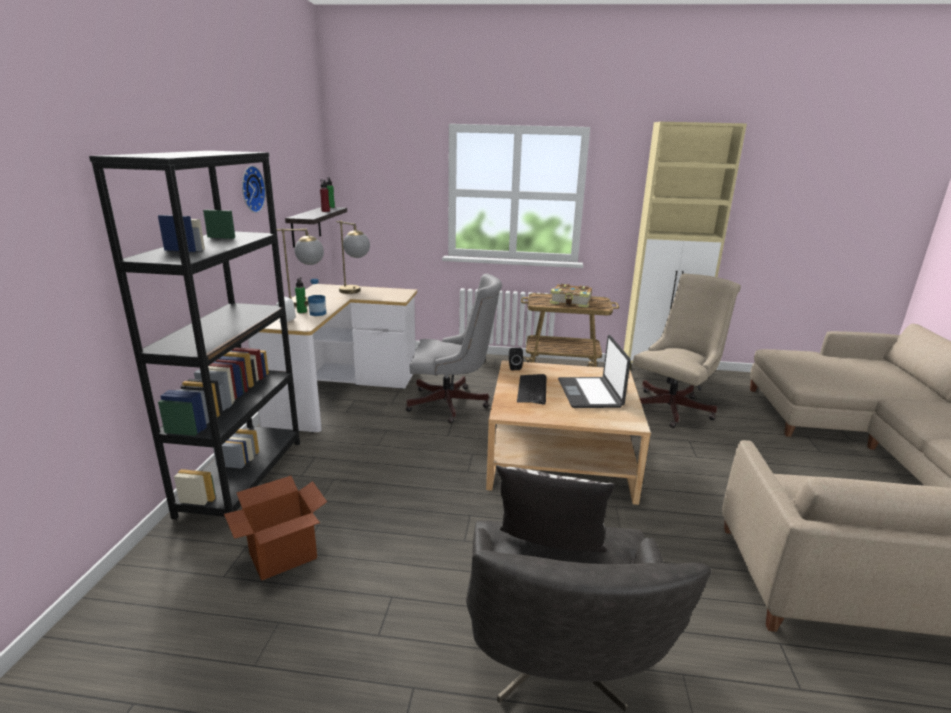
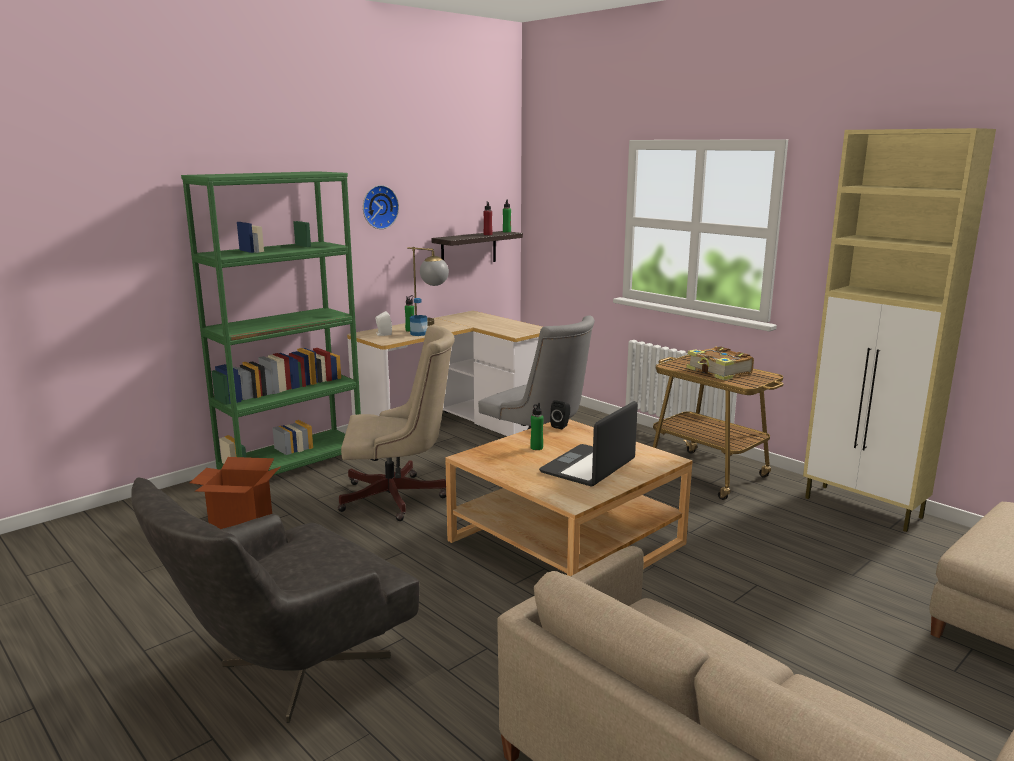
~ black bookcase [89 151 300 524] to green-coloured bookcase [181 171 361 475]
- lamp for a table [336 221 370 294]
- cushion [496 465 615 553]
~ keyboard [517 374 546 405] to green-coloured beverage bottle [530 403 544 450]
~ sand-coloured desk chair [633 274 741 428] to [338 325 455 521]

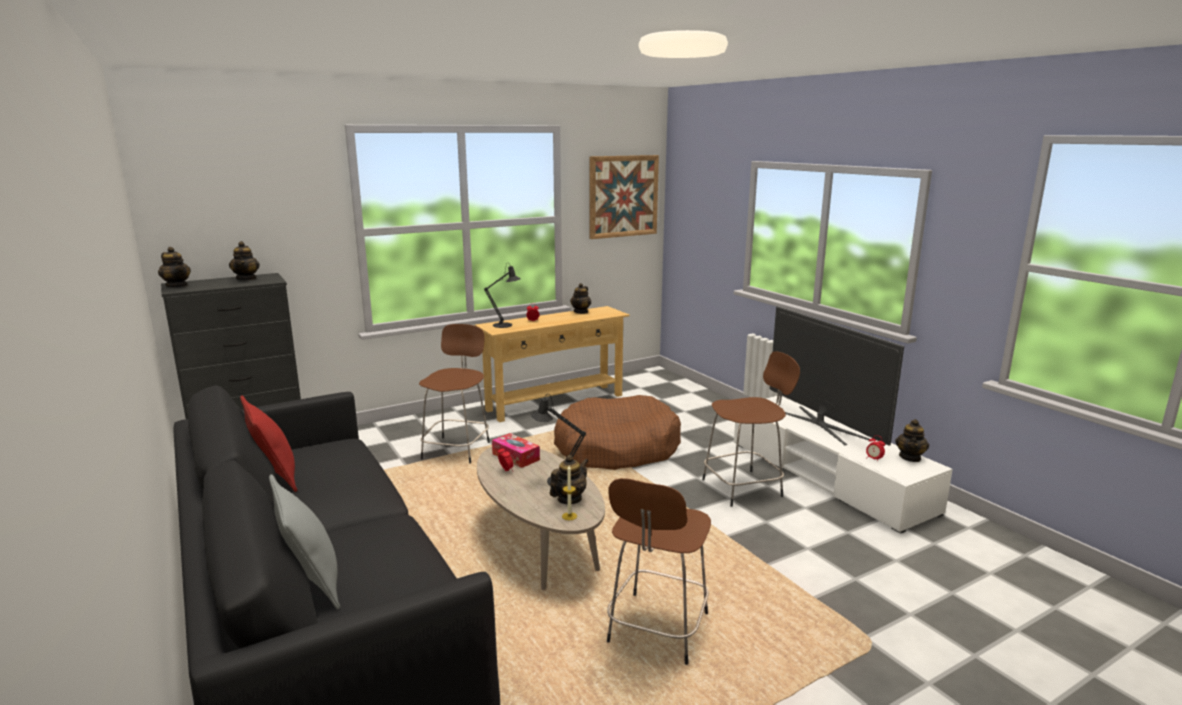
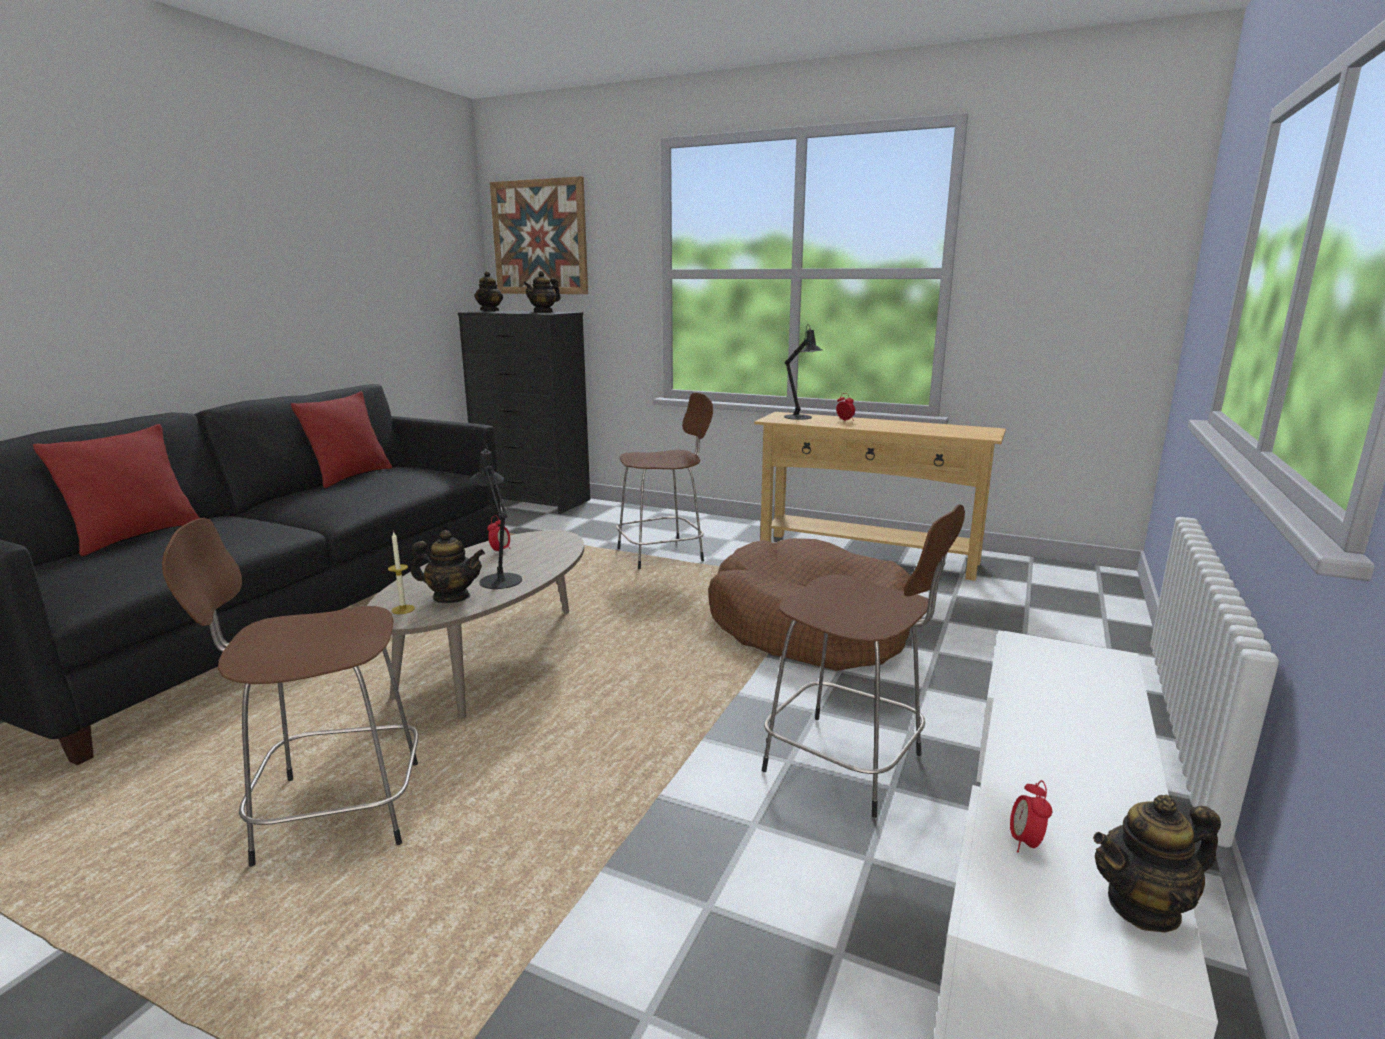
~ greyish cushion [269 474 340 610] to red cushion [33 424 200 556]
- box of tissues [492 433 540 468]
- pot for tea [570 283 591 314]
~ picture [589 155 659 239] to [490 176 588 294]
- TV set [770 306 904 445]

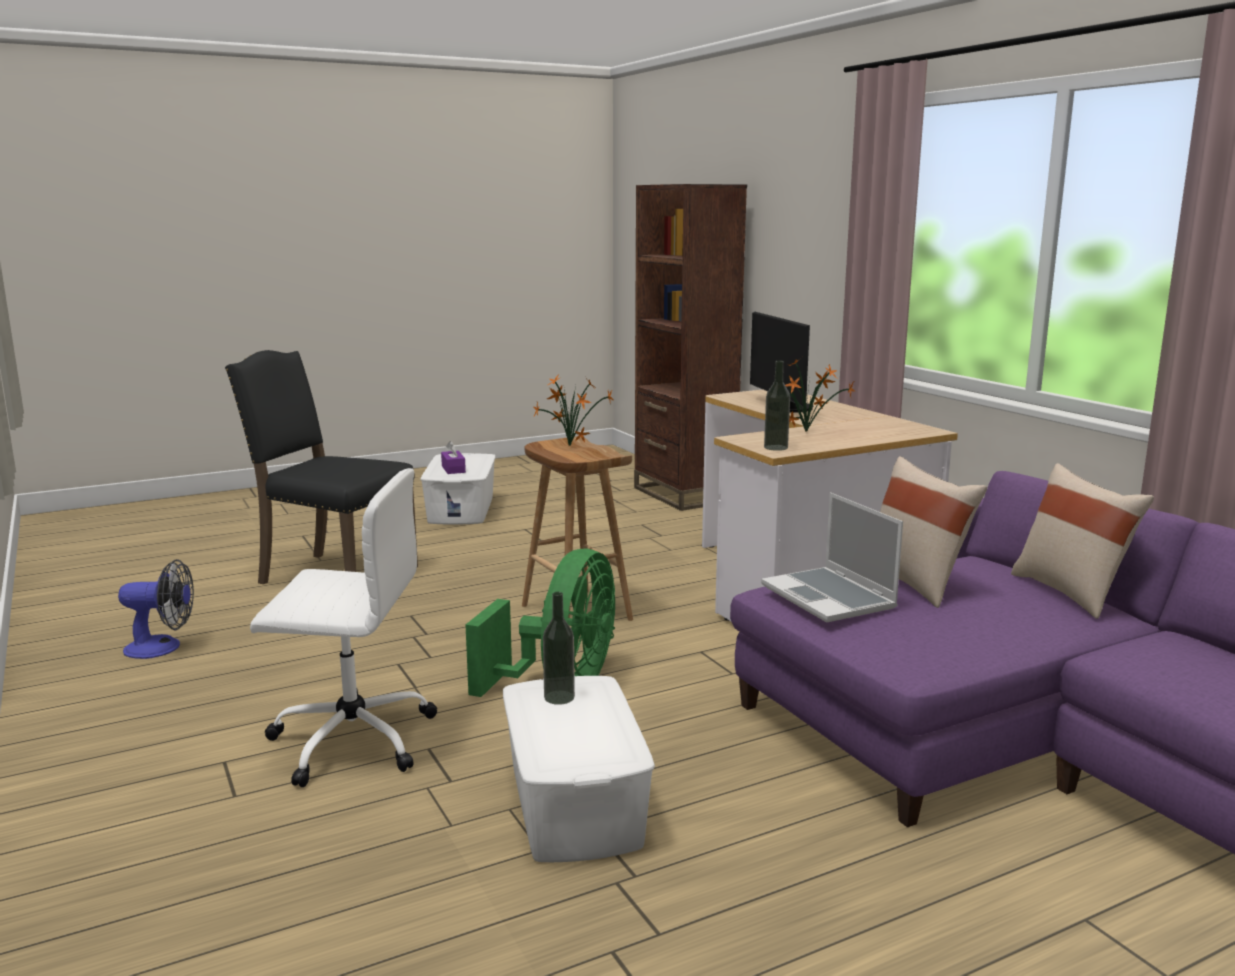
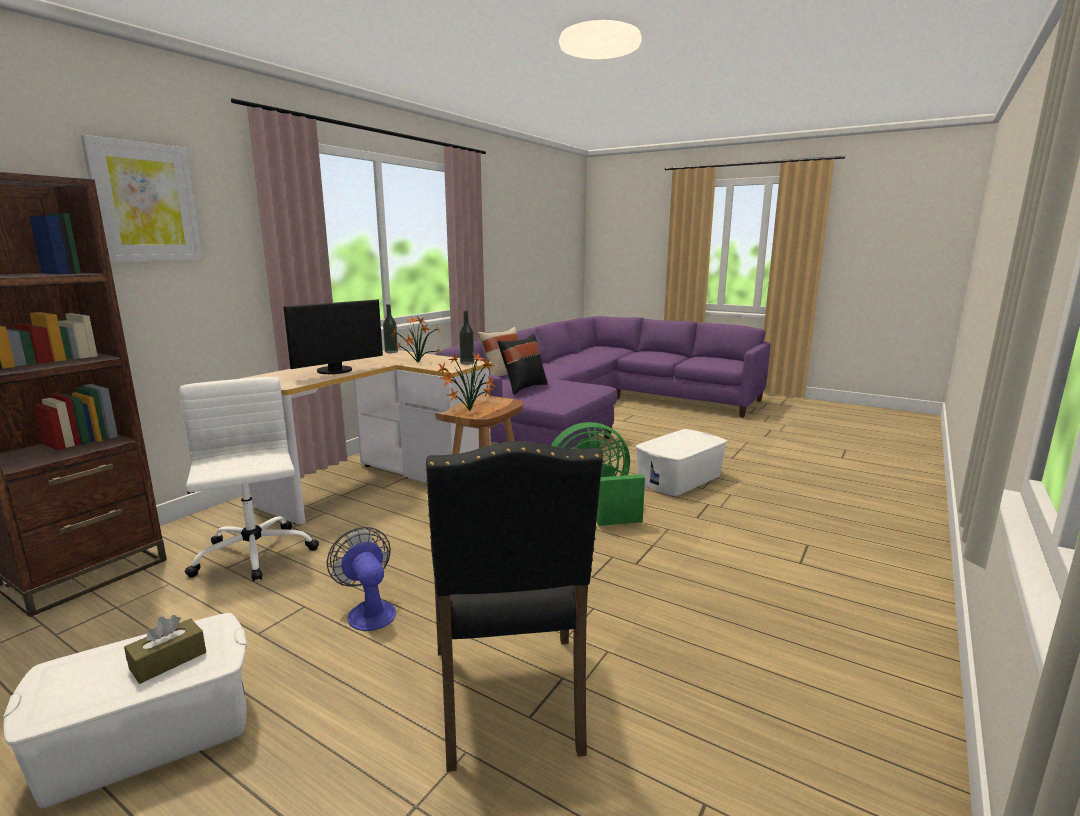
~ cooling fan [118 559 194 659] to [327 527 396 631]
~ white-coloured desk chair [250 468 437 787] to [180 377 319 582]
~ purple box of tissues [441 441 466 474] to brownish box of tissues [124 615 206 684]
~ beverage bottle [543 592 575 705] to [383 304 398 353]
- laptop [761 493 903 623]
~ sand-coloured cushion [880 456 987 608] to black cushion [497 334 548 395]
+ picture [81 135 203 262]

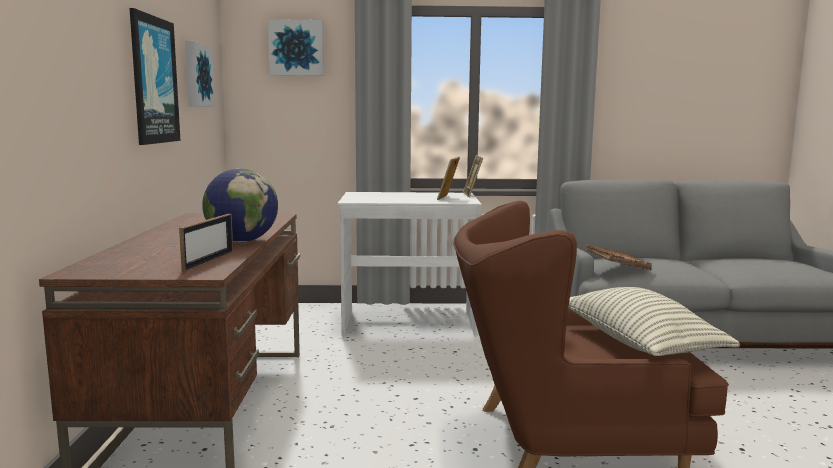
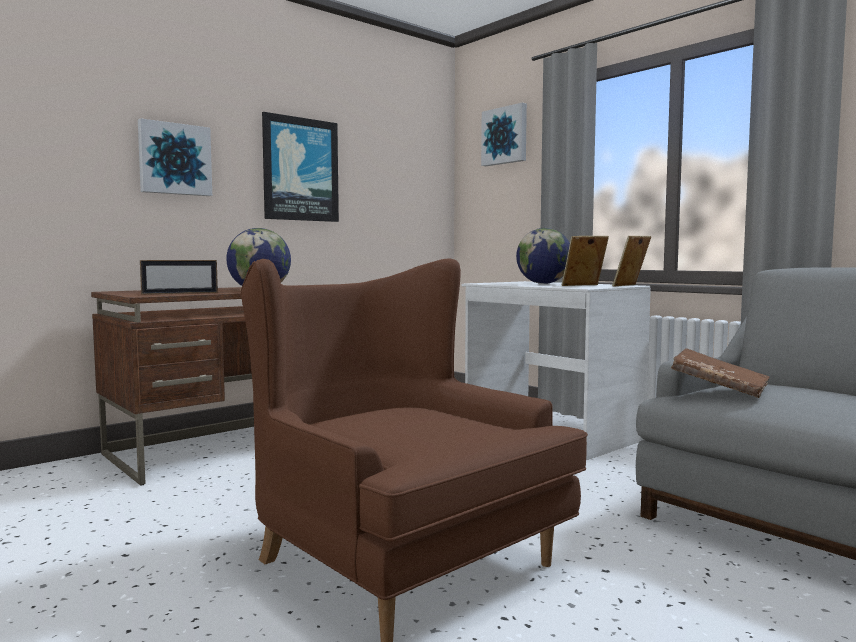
~ picture [185 41 215 107] to [138 118 212 196]
- cushion [568 287 740 356]
+ world globe [516 228 570 284]

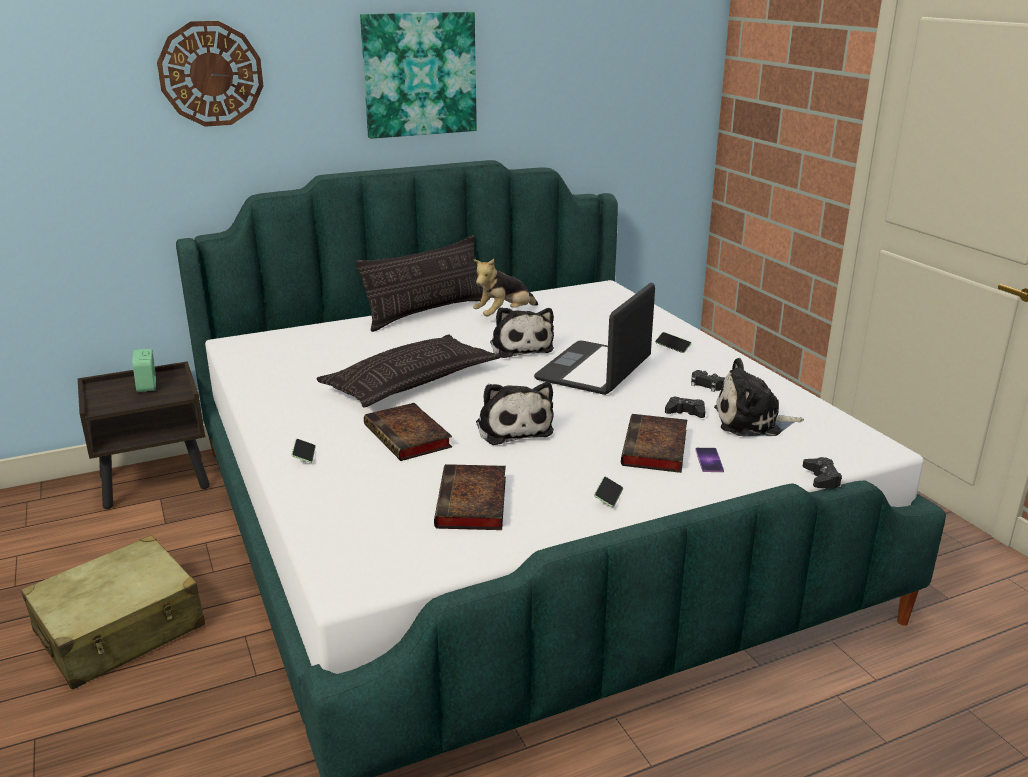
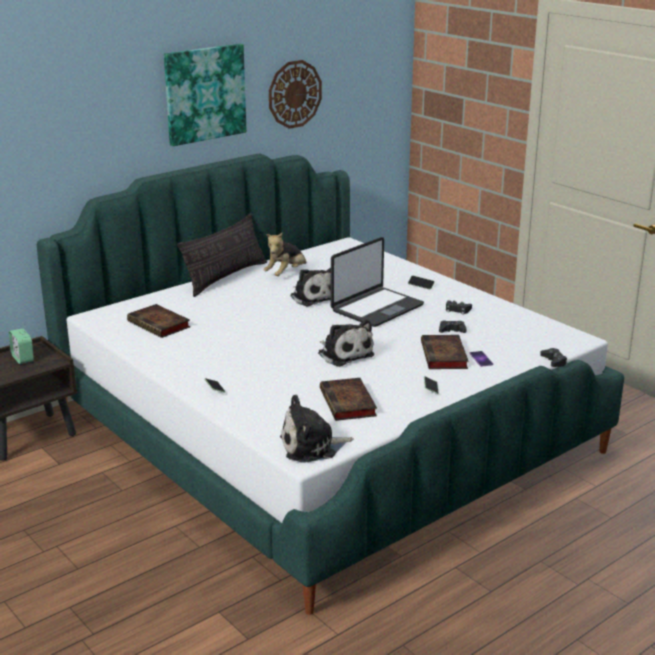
- sand-coloured suitcase [21 535 205 690]
~ wall clock [157 21 264 127] to [269 60 322 129]
- cushion [316 335 501 407]
~ book [364 403 452 461] to [127 304 190 338]
~ laptop [534 283 655 395] = [331 237 424 327] 150 degrees counterclockwise
~ soft toy [714 358 804 436] to [280 395 354 463]

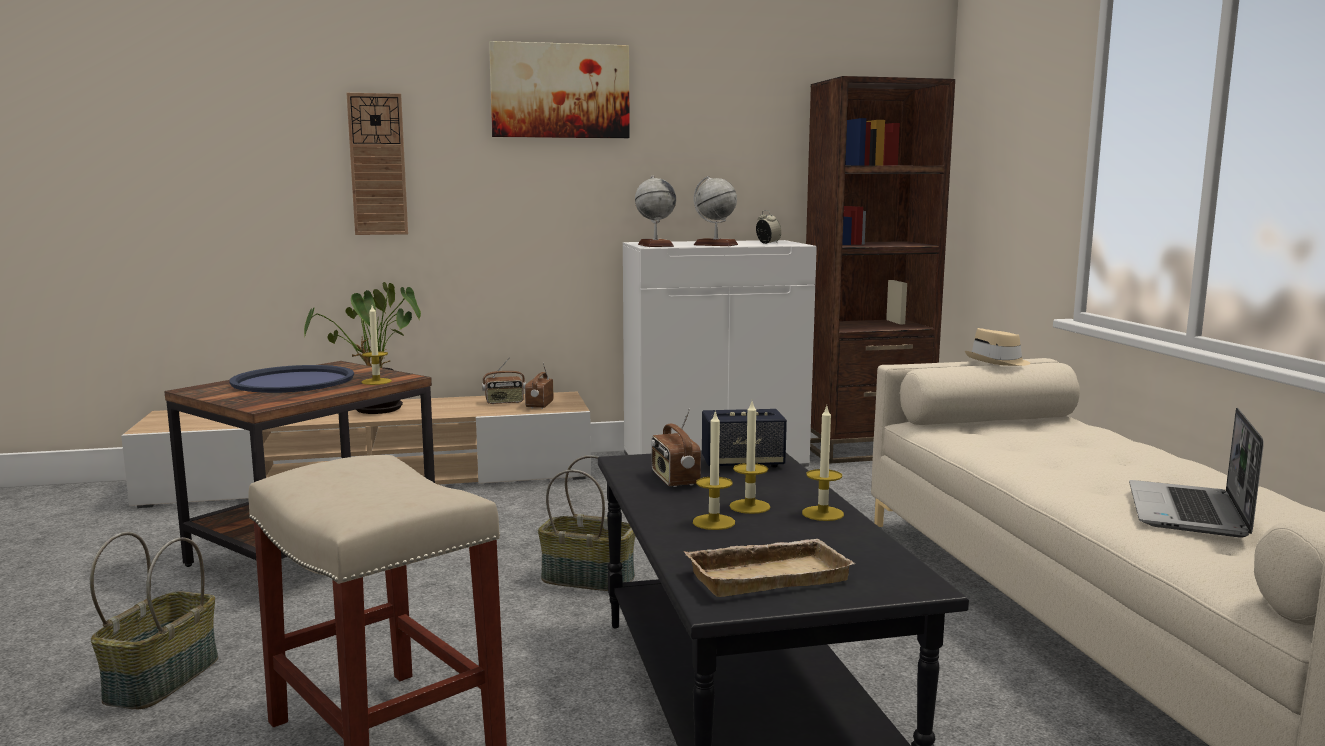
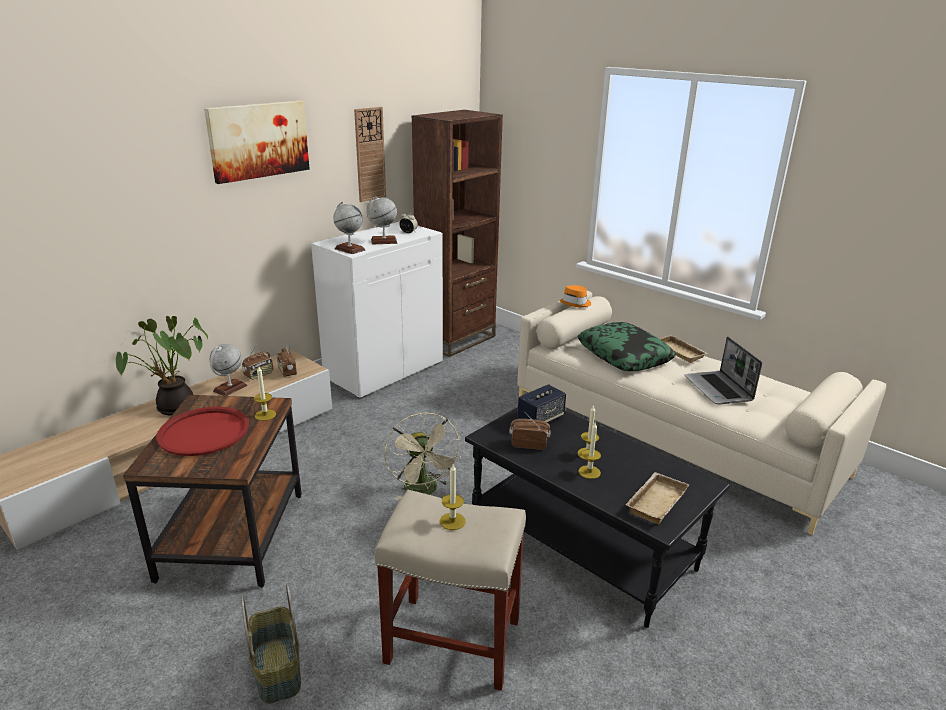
~ blue tray [229 365 354 393] to red tray [156 407 249 456]
~ wall clock [347 93 408 235] to [354 107 386 202]
~ basket [538 455 635 591] to sand-coloured cooling fan [384 413 461 500]
~ radio set [651 408 701 487] = [509 412 551 450] 150 degrees clockwise
~ wax light [802 406 844 521] to [440 464 466 530]
~ sand-coloured clothing hat [965 328 1030 366] to orange clothing hat [559 285 591 308]
+ world globe [210 344 247 396]
+ cushion [578 322 676 371]
+ sand-coloured tray [660 335 708 363]

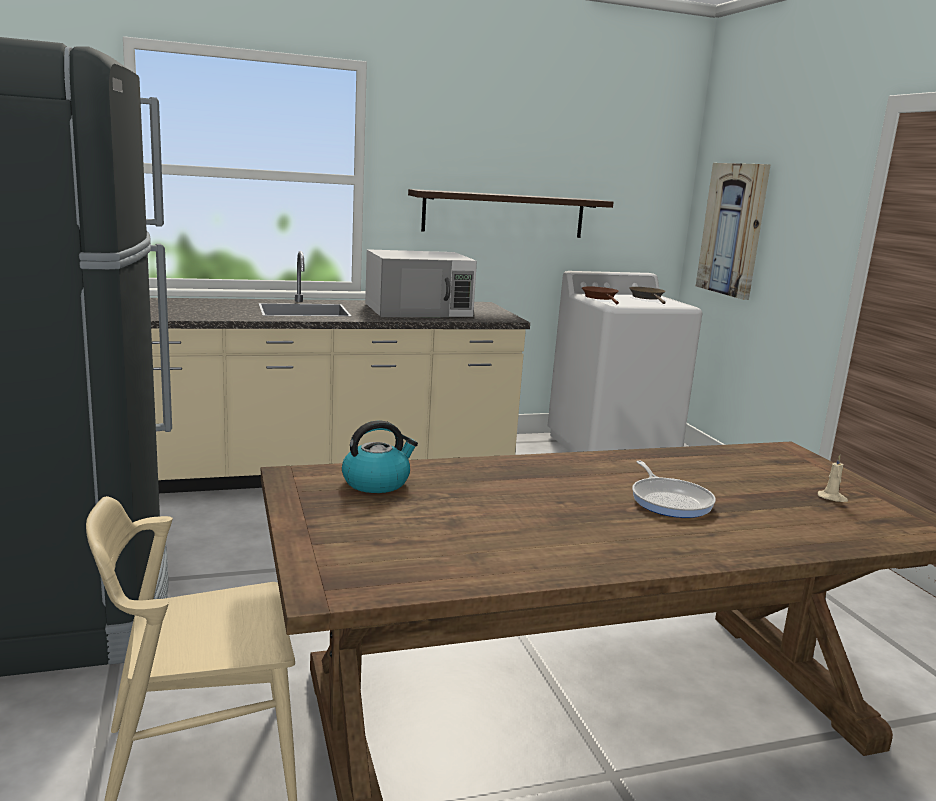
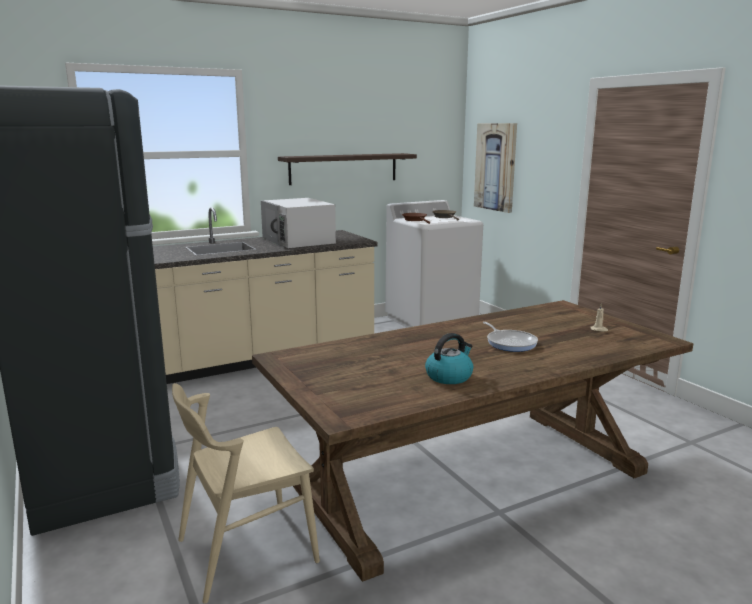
~ water kettle [342 421 418 493] to [425 333 473 384]
~ white-coloured kitchen microwave [365 249 477 317] = [261 198 336 248] 90 degrees clockwise

